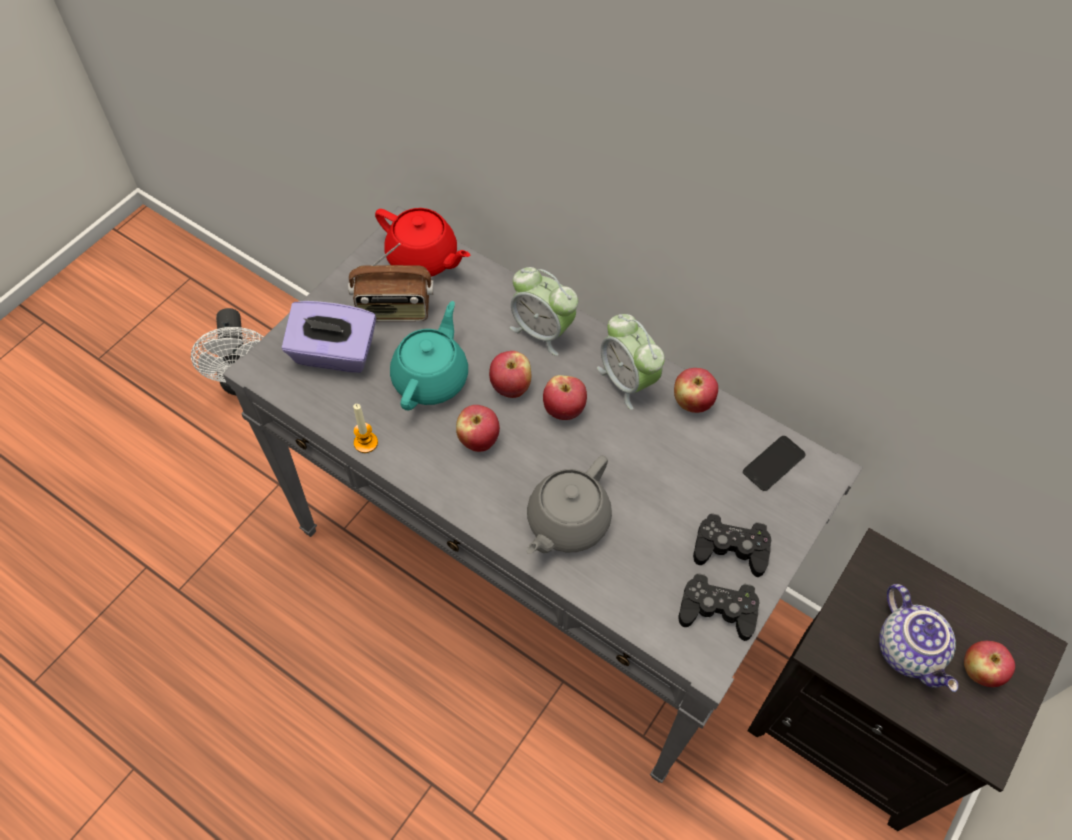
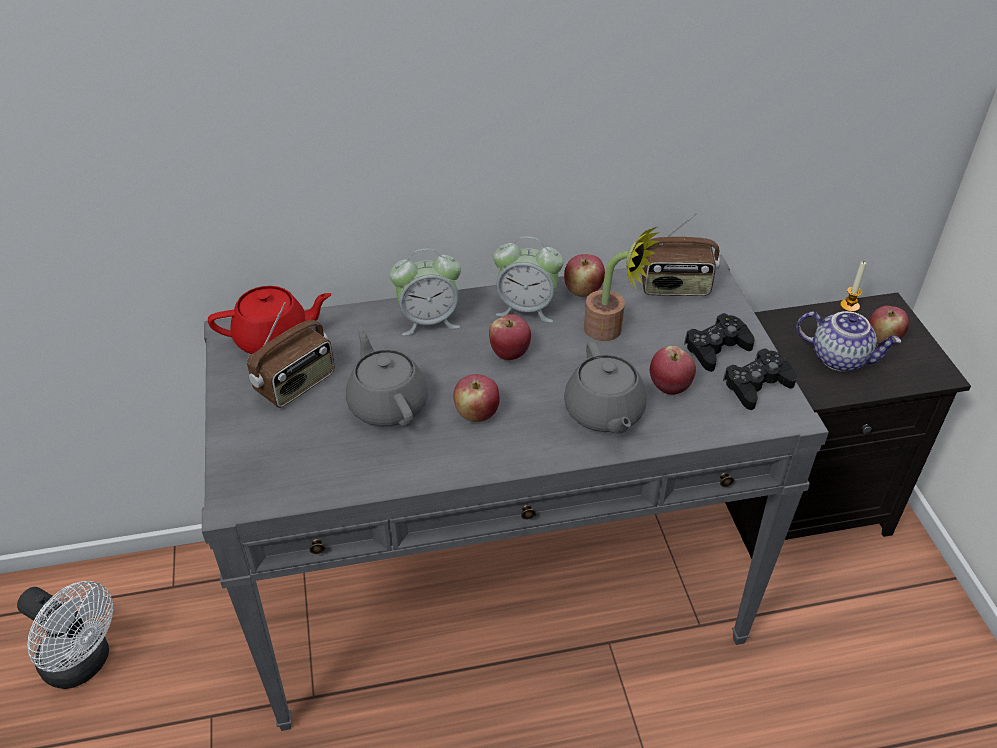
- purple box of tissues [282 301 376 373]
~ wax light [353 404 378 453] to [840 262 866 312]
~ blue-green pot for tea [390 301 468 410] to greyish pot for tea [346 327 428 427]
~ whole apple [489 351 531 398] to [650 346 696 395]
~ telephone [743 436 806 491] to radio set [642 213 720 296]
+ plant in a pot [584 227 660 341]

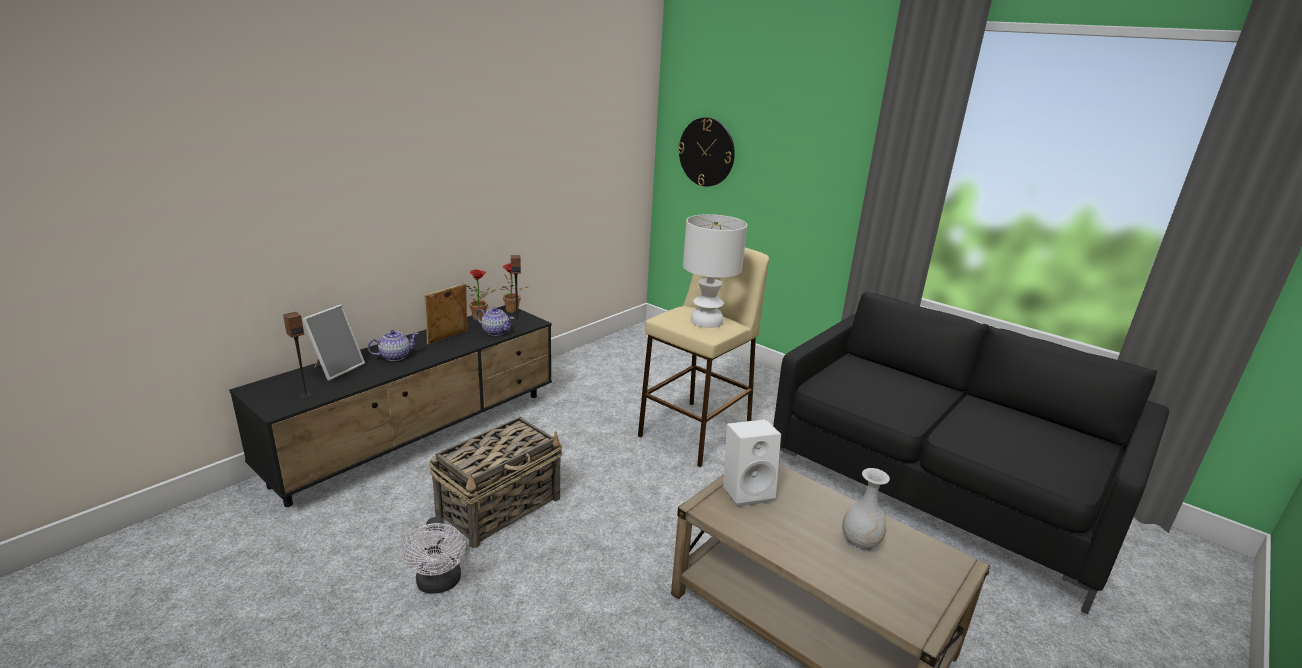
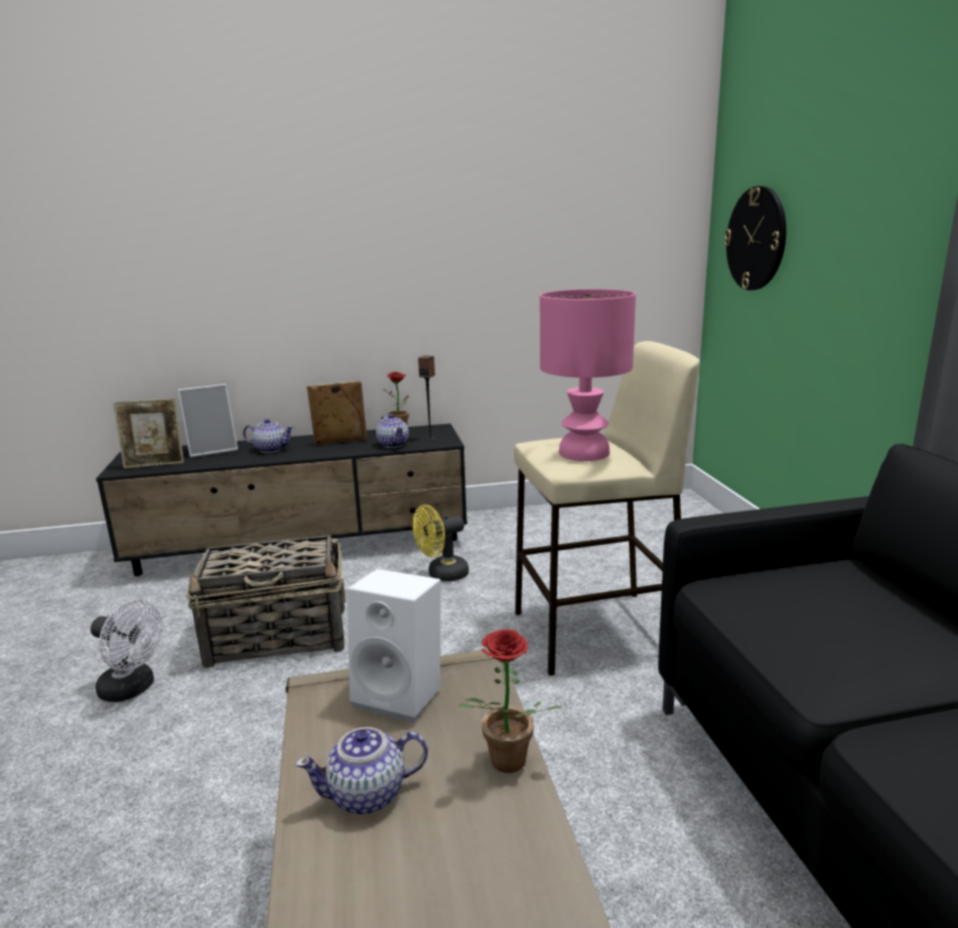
~ loudspeaker [283 312 312 399] to standing frame [113 398 184 469]
~ white-coloured cooling fan [402 517 466 594] = [90 600 163 702] 90 degrees counterclockwise
~ plant in a pot [500 263 529 313] to [458 629 562 773]
~ white-coloured lamp for a table [683 214 747 328] to pink lamp for a table [540 289 636 461]
- white-coloured flower vase [842 468 890 552]
+ pot for tea [295 727 428 815]
+ yellow cooling fan [413 505 469 582]

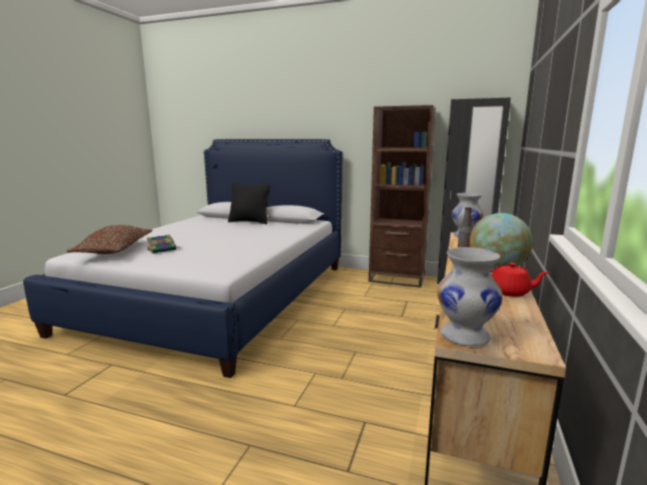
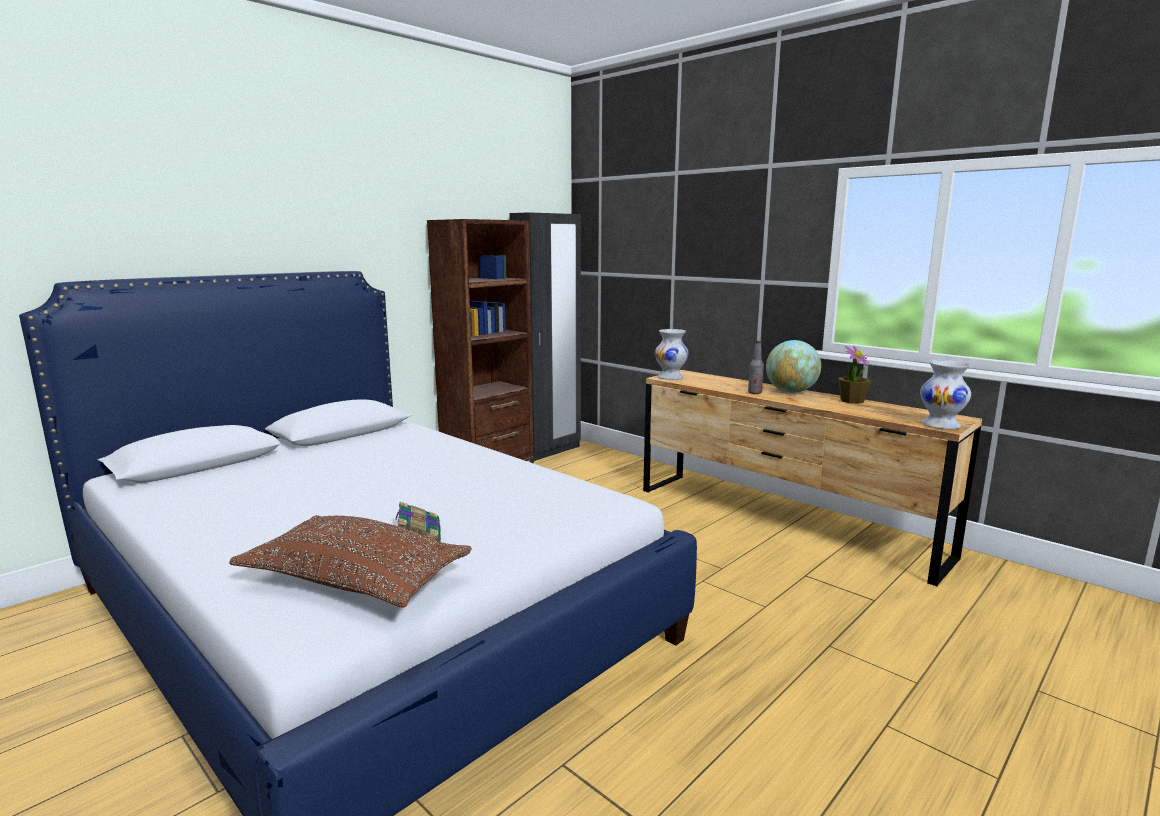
- black cushion [228 183 270 224]
~ red pot for tea [491 263 549 297] to plant in a pot [838 346 871 404]

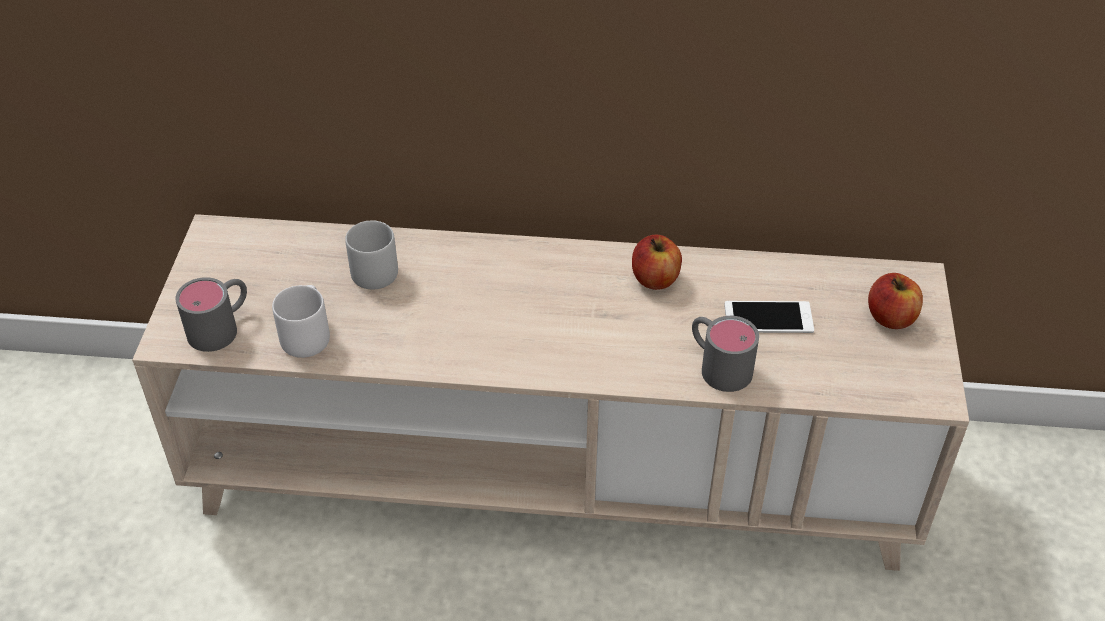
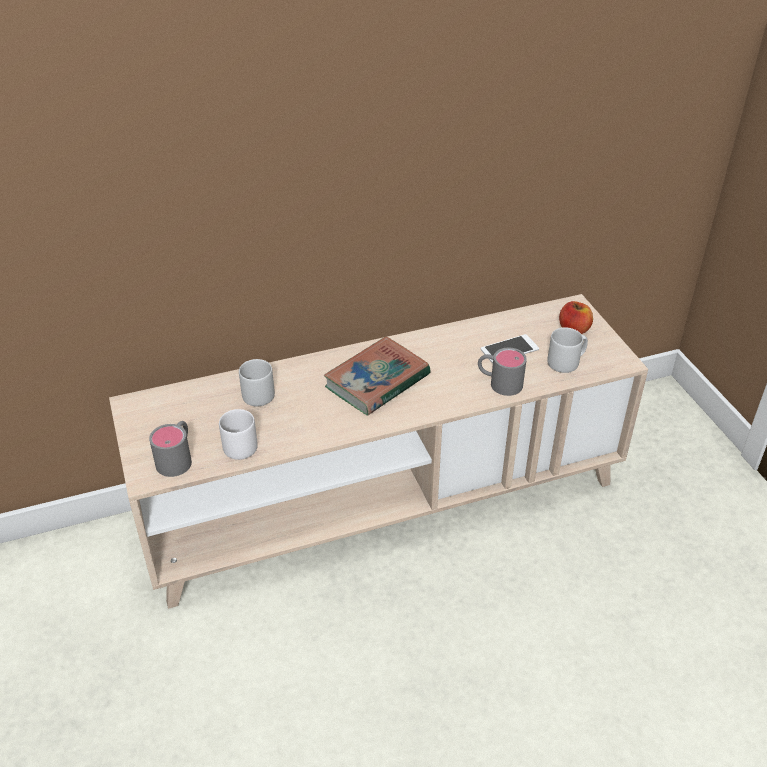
- whole apple [632 234 682 290]
+ book [323 336 431 415]
+ greyish tea mug [547 327 588 373]

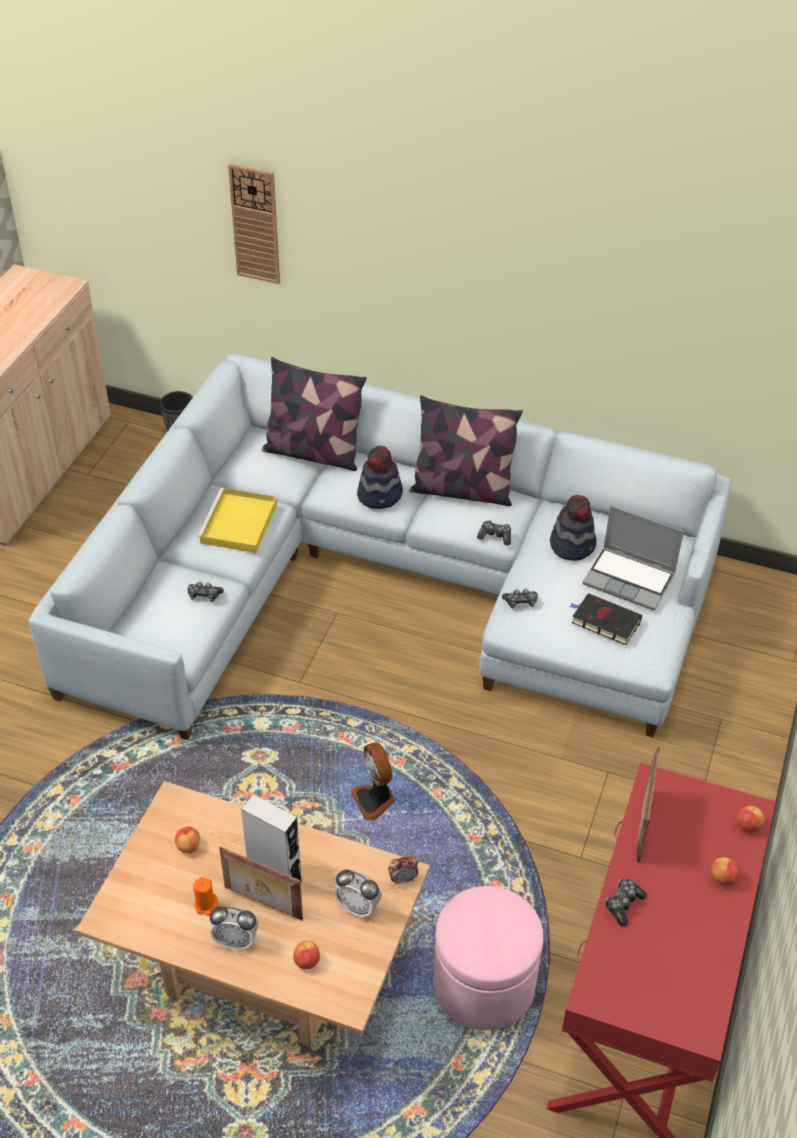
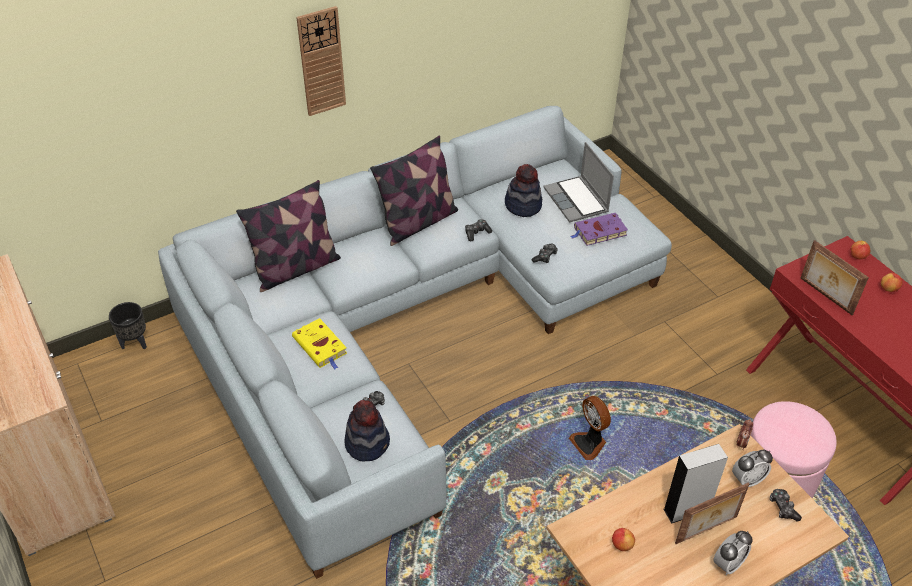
- orange wax light [193 877 218 916]
~ yellow tray [197 488 277 553] to yellow book [292 318 347 369]
~ wall clock [228 164 280 284] to [296 6 346 116]
- whole apple [293 941 320 969]
~ cooling fan [351 742 396 821] = [569 396 611 460] 45 degrees clockwise
~ clothing hat [357 445 403 509] to [344 400 390 462]
~ black book [569 593 642 645] to purple book [570 213 628 246]
~ laptop [582 506 684 610] = [543 142 614 223] 90 degrees clockwise
~ gamepad [605 879 647 926] to [770 489 802 521]

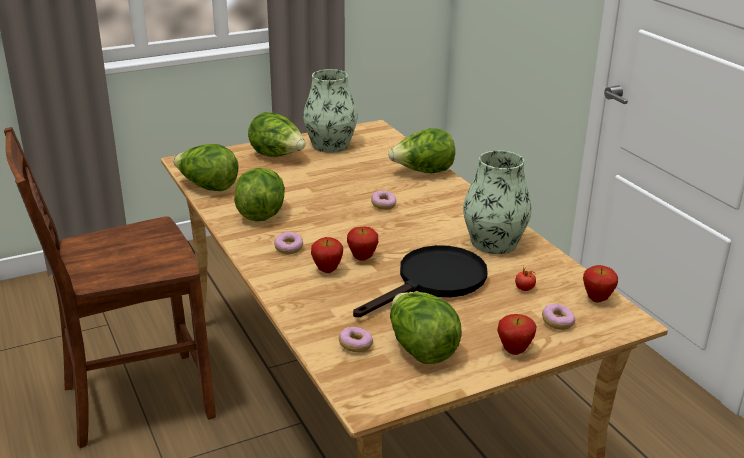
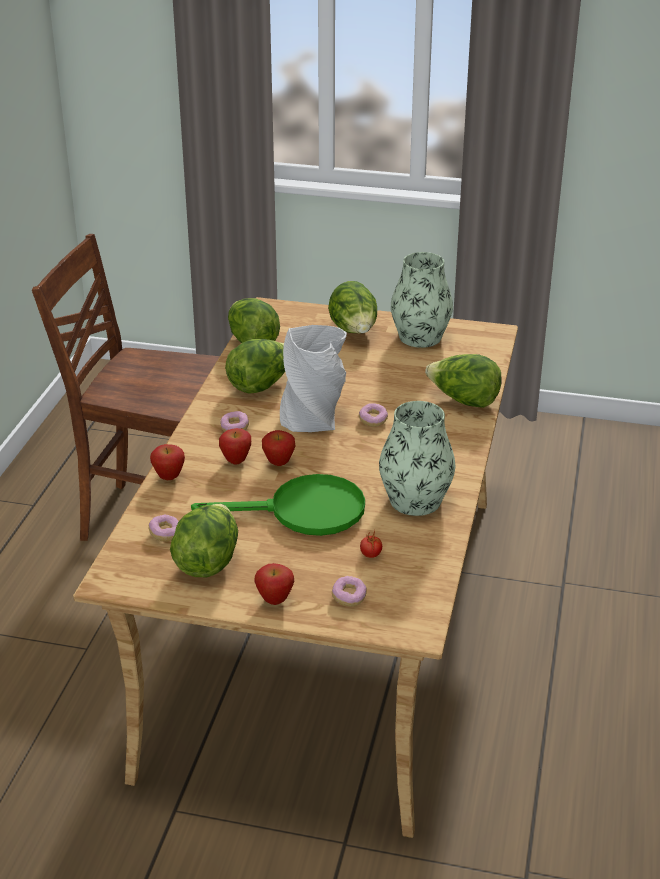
~ black frying pan [353 245 488 317] to green-coloured frying pan [191 474 365 536]
~ whole apple [583 265 618 303] to [150 444 185 480]
+ greyish flower vase [280 325 347 432]

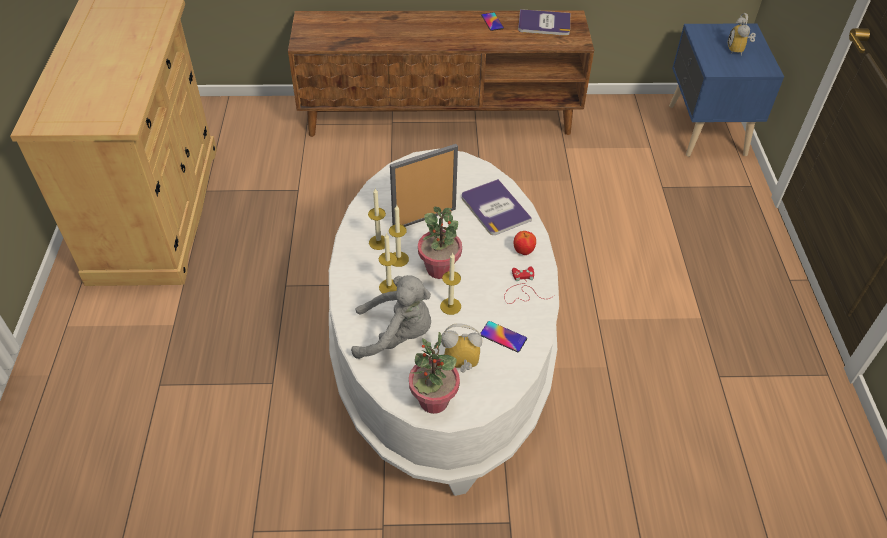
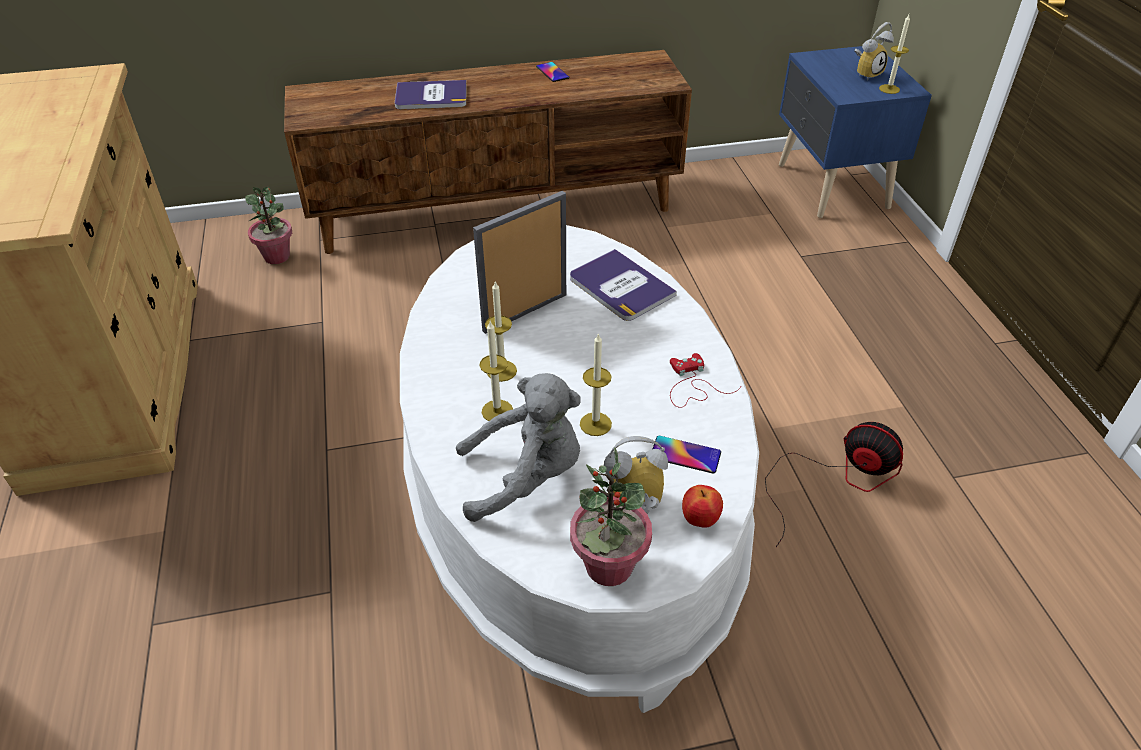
~ wax light [368 188 386 250] to [879 15 910 94]
~ plant in a pot [418 207 462 279] to [245 187 292 264]
~ whole apple [514 231 536 255] to [682 485 723 528]
~ book [518 9 570 36] to [395 80 467 109]
~ alarm clock [728 13 756 55] = [854 22 894 81] 120 degrees counterclockwise
+ cooling fan [765 422 903 547]

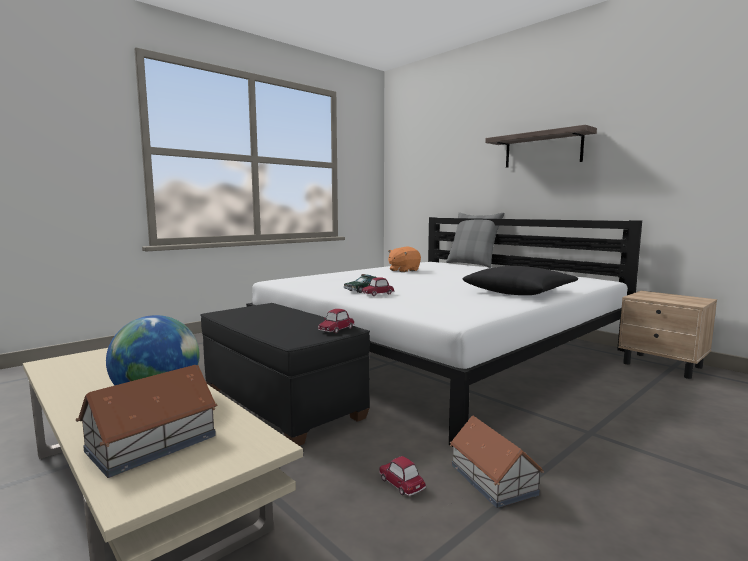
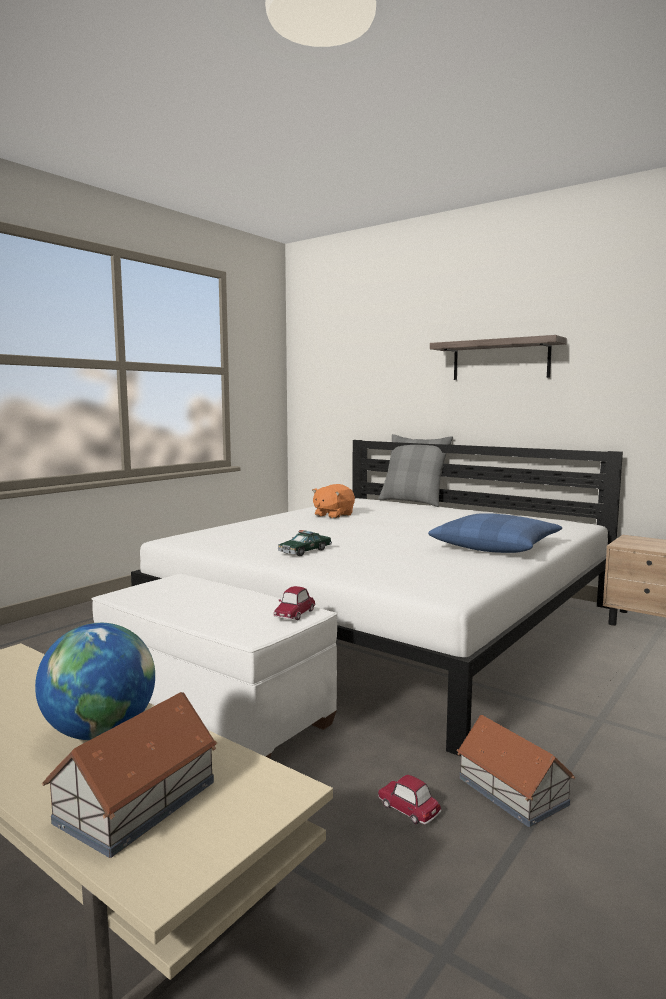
~ black footrest [200 303 370 446] to white-coloured footrest [92 574 337 759]
- model car [361 277 394 296]
~ black cushion [463 266 578 295] to blue cushion [428 513 562 553]

